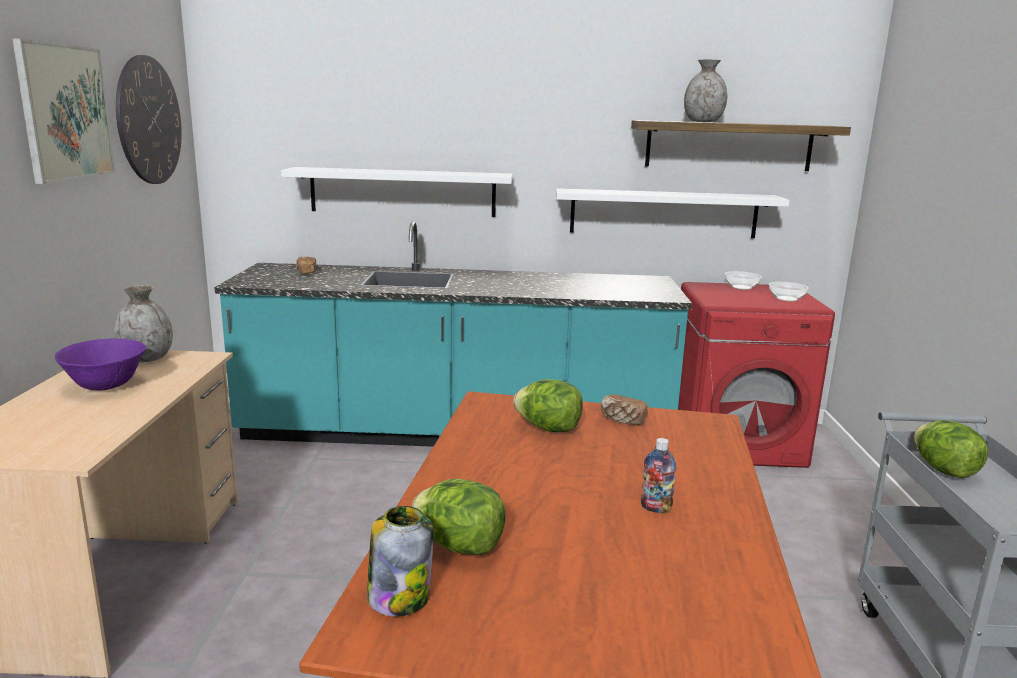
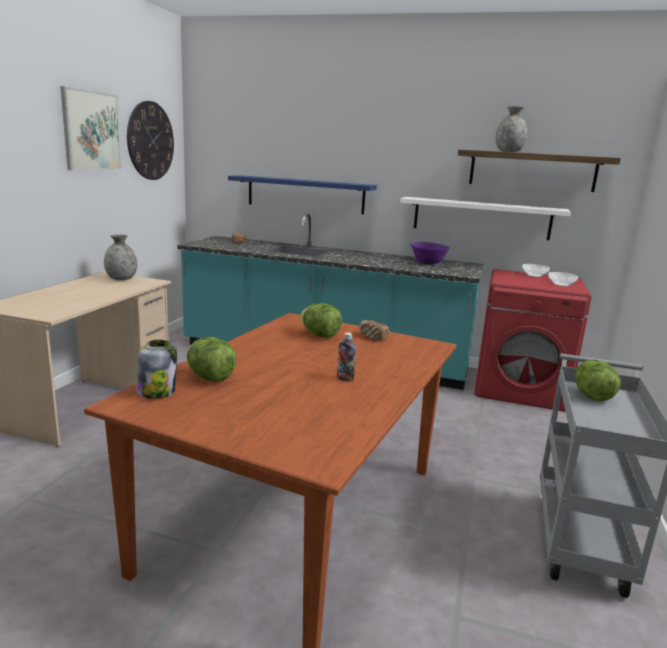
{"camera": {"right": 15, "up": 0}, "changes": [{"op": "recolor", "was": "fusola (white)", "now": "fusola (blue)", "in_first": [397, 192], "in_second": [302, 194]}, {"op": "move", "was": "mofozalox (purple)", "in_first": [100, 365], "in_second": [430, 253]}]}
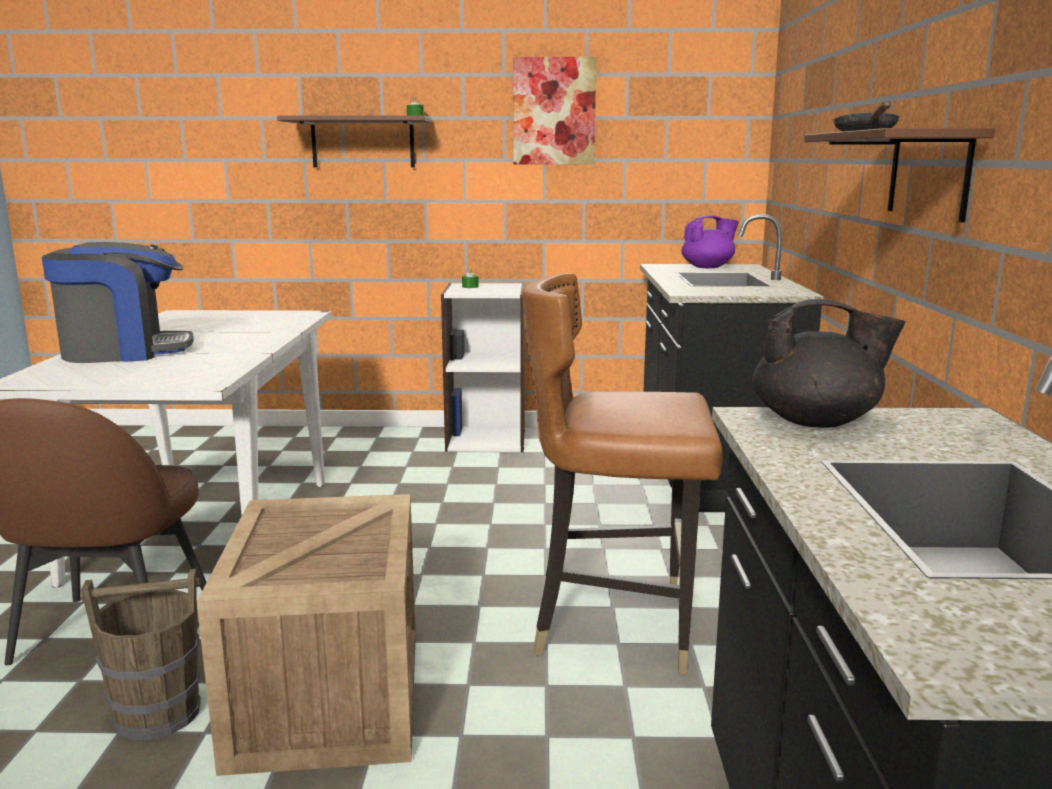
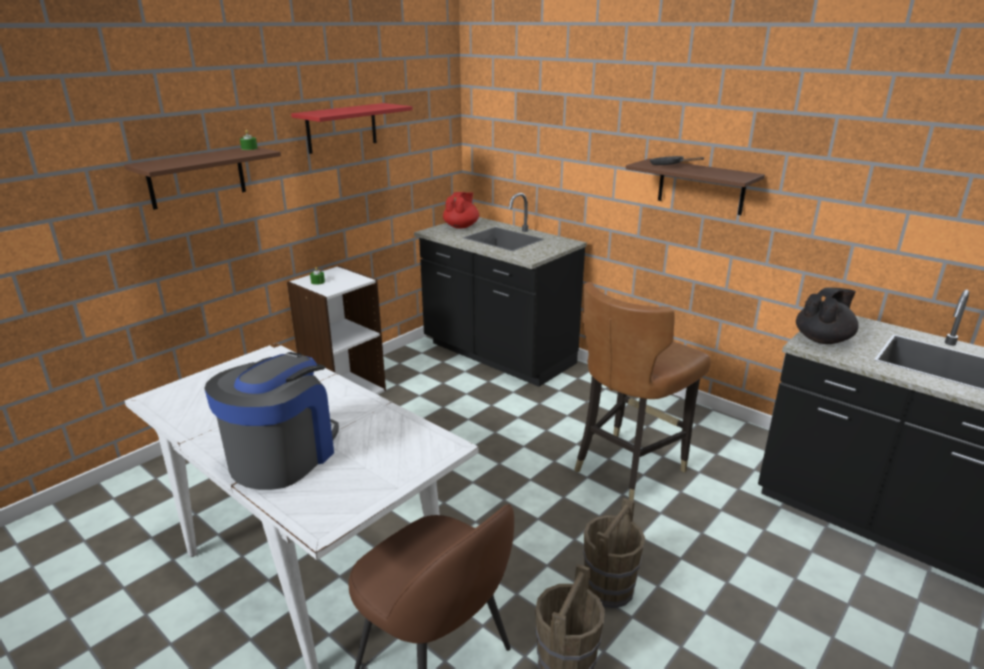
{"camera": {"right": -50, "up": 10}, "changes": [{"op": "replace", "was": "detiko", "now": "fusola (red)", "in_first": [554, 110], "in_second": [351, 128]}, {"op": "recolor", "was": "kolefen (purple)", "now": "kolefen (red)", "in_first": [710, 241], "in_second": [461, 210]}, {"op": "replace", "was": "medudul", "now": "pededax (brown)", "in_first": [306, 635], "in_second": [614, 553]}]}
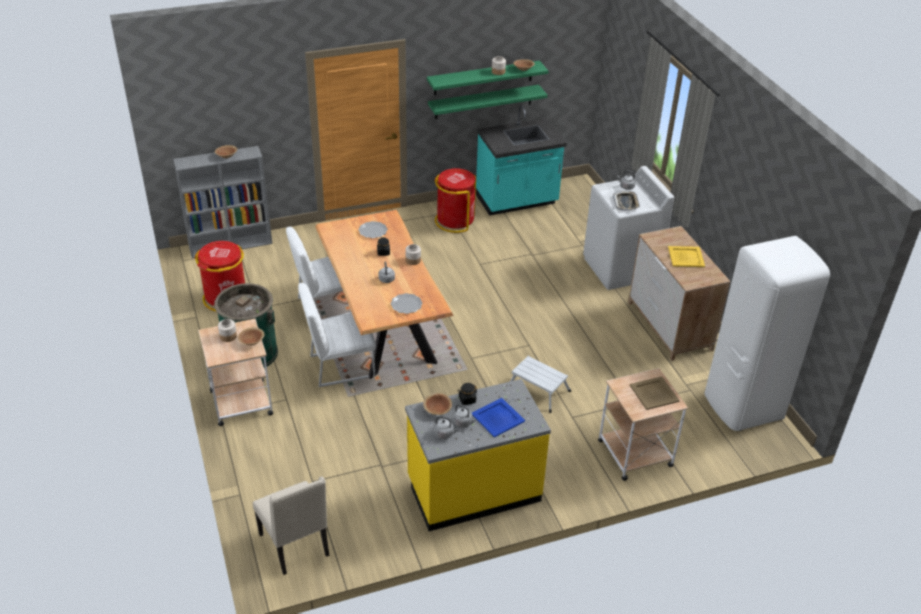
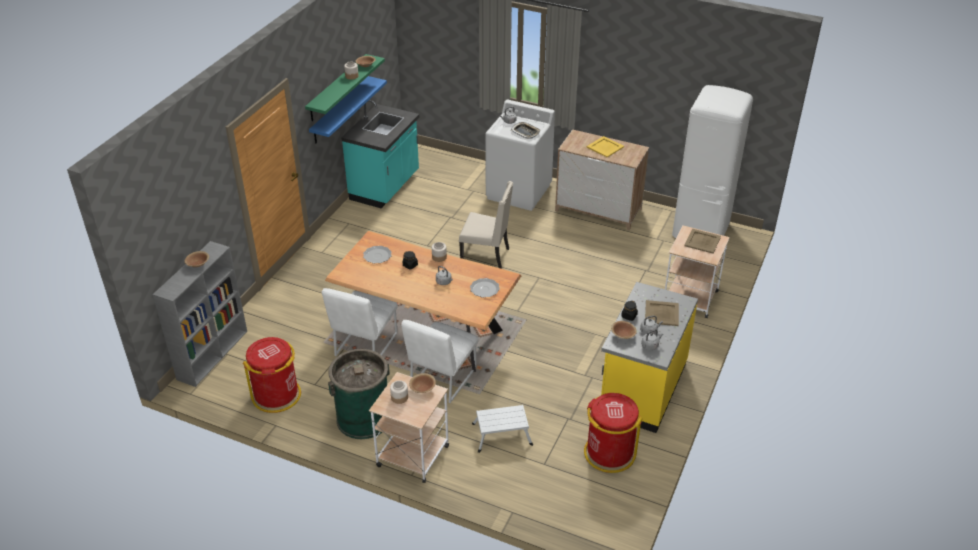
{"camera": {"right": -45, "up": 0}, "changes": [{"op": "recolor", "was": "fusola (green)", "now": "fusola (blue)", "in_first": [488, 102], "in_second": [348, 110]}, {"op": "move", "was": "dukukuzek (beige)", "in_first": [291, 526], "in_second": [486, 225]}, {"op": "move", "was": "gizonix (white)", "in_first": [541, 384], "in_second": [502, 429]}, {"op": "move", "was": "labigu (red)", "in_first": [455, 200], "in_second": [613, 433]}, {"op": "recolor", "was": "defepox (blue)", "now": "defepox (beige)", "in_first": [498, 418], "in_second": [662, 313]}]}
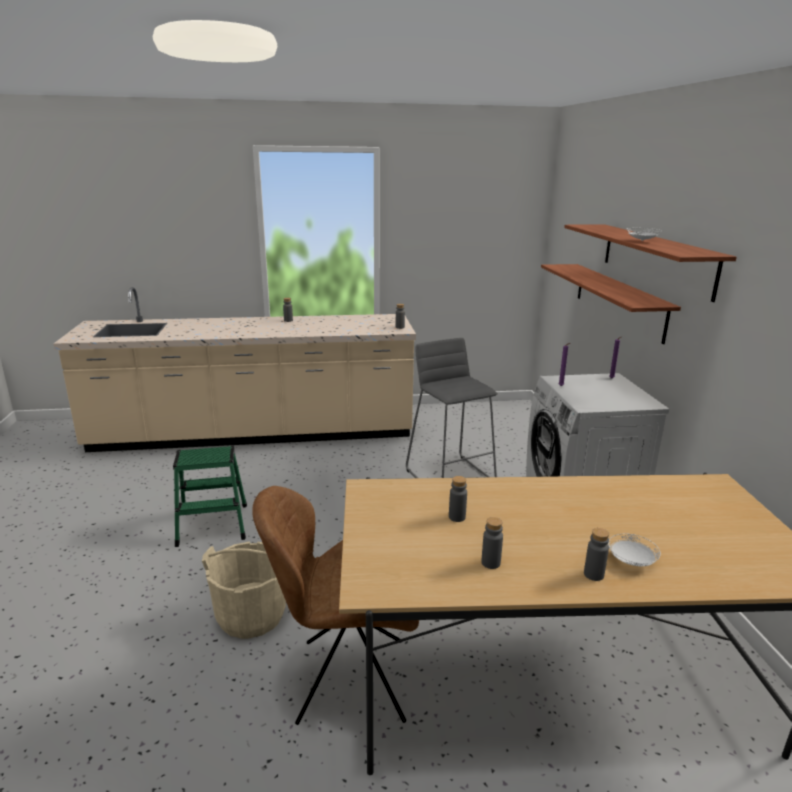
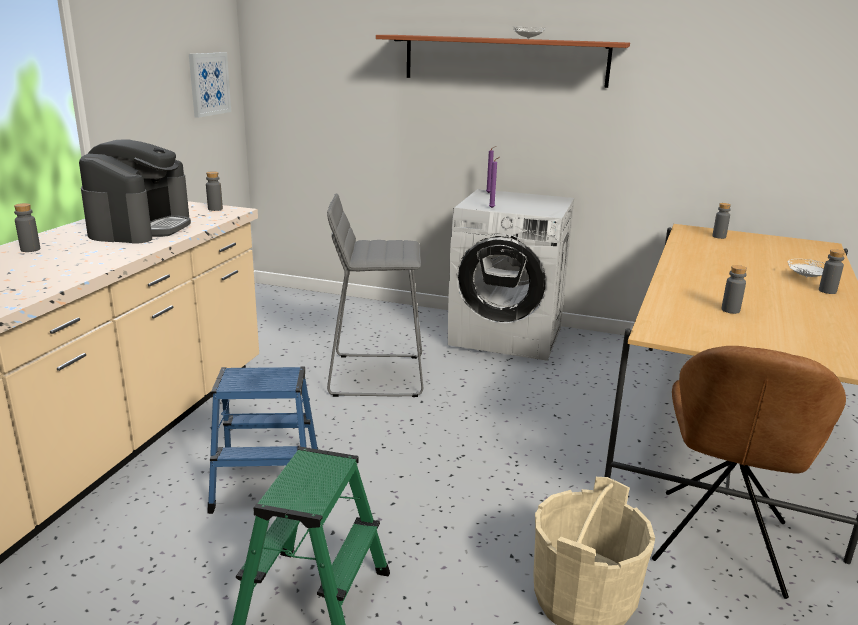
{"camera": {"right": -65, "up": 0}, "changes": [{"op": "insert", "now": "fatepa", "in_second": [135, 191]}, {"op": "insert", "now": "detiko", "in_second": [210, 85]}, {"op": "insert", "now": "gizonix (blue)", "in_second": [262, 440]}, {"op": "move", "was": "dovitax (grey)", "in_first": [492, 543], "in_second": [721, 221]}, {"op": "delete", "was": "fusola", "in_first": [611, 304]}]}
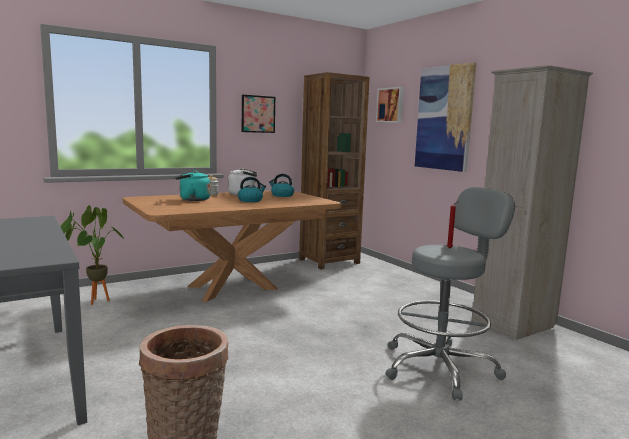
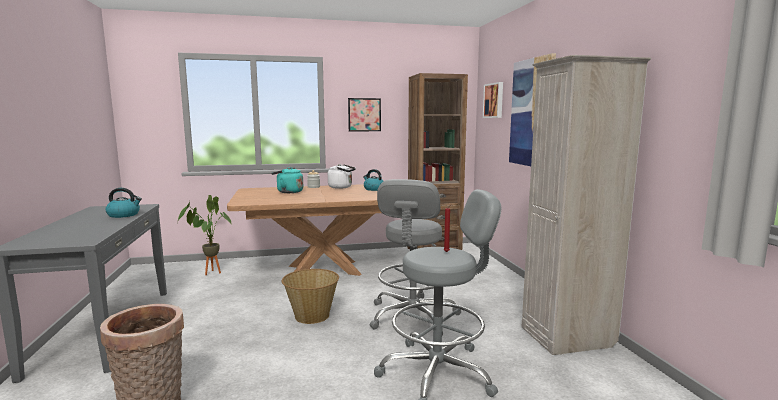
{"camera": {"right": 20, "up": 0}, "changes": [{"op": "move", "was": "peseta", "in_first": [252, 189], "in_second": [123, 203]}, {"op": "insert", "now": "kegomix", "in_second": [310, 296]}, {"op": "insert", "now": "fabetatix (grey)", "in_second": [415, 257]}]}
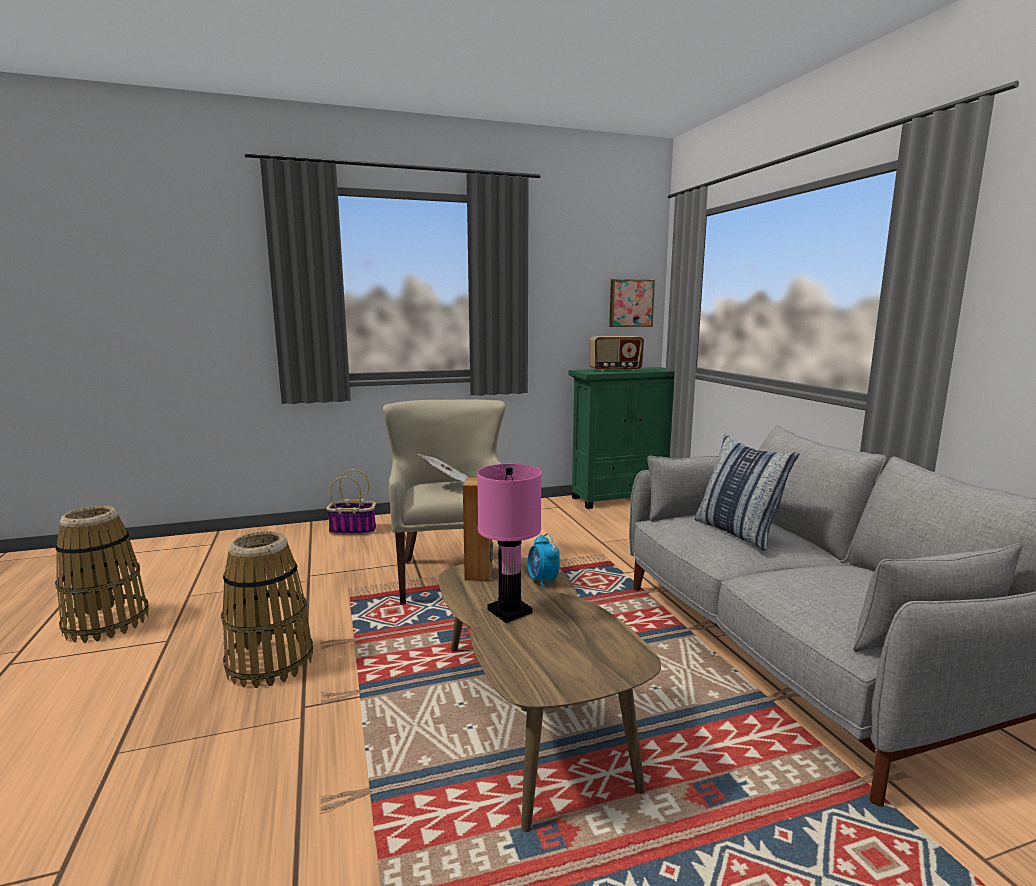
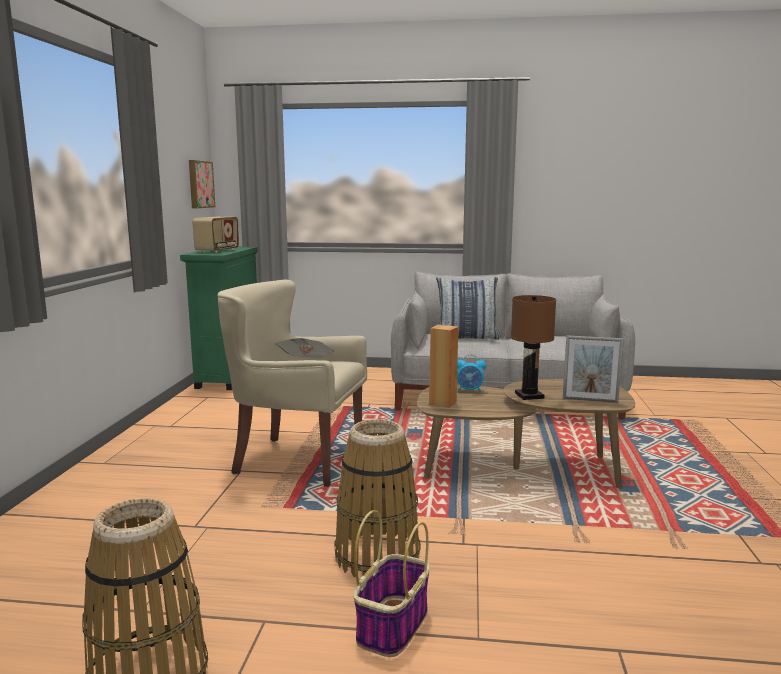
{"camera": {"right": -65, "up": 0}, "changes": [{"op": "move", "was": "kegomix", "in_first": [351, 502], "in_second": [391, 583]}, {"op": "recolor", "was": "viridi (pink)", "now": "viridi (brown)", "in_first": [509, 543], "in_second": [533, 347]}, {"op": "insert", "now": "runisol", "in_second": [593, 369]}]}
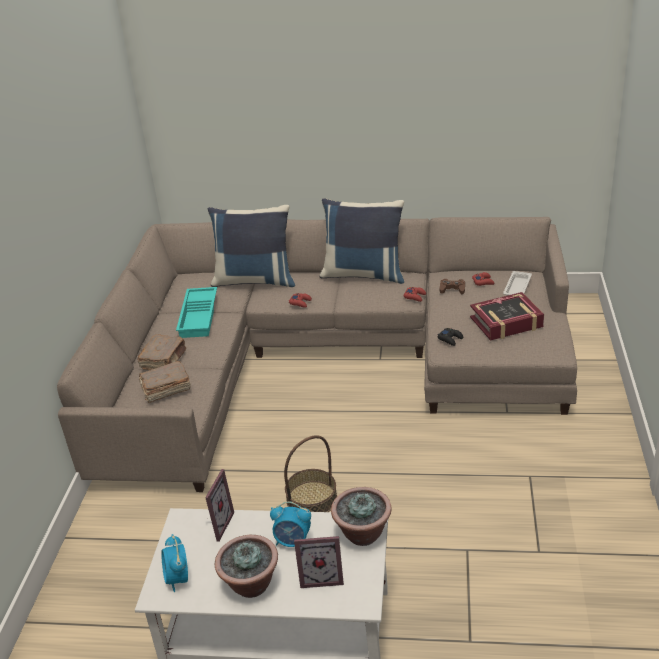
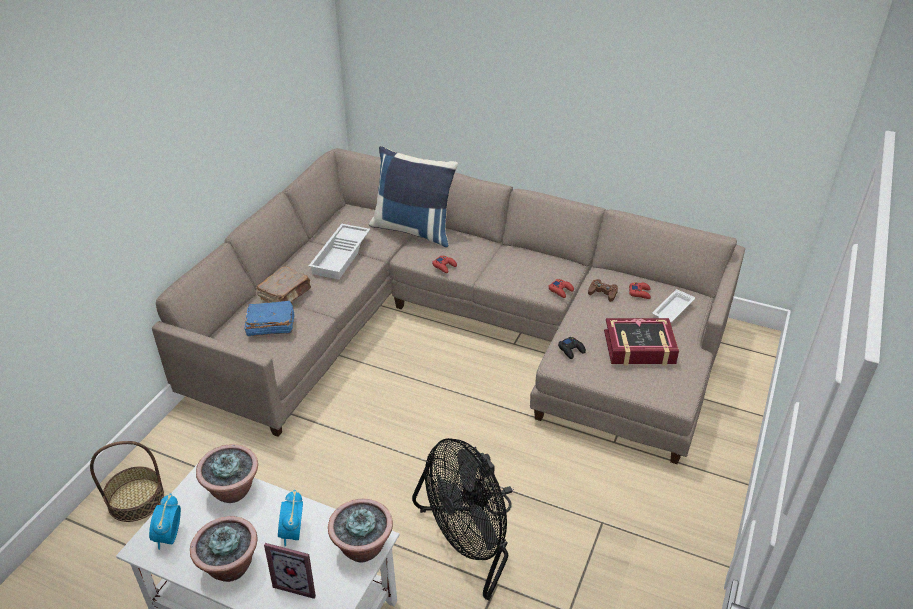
{"camera": {"right": 15, "up": 5}, "changes": [{"op": "move", "was": "kegomix", "in_first": [310, 473], "in_second": [127, 481]}, {"op": "replace", "was": "runisol", "now": "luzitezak", "in_first": [219, 505], "in_second": [227, 473]}, {"op": "recolor", "was": "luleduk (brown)", "now": "luleduk (blue)", "in_first": [164, 382], "in_second": [269, 318]}, {"op": "rotate", "was": "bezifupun", "in_first": [290, 524], "in_second": [290, 518], "clockwise": 60}, {"op": "recolor", "was": "defepox (turquoise)", "now": "defepox (white)", "in_first": [196, 312], "in_second": [339, 252]}, {"op": "insert", "now": "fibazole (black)", "in_second": [462, 519]}, {"op": "delete", "was": "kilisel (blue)", "in_first": [361, 241]}]}
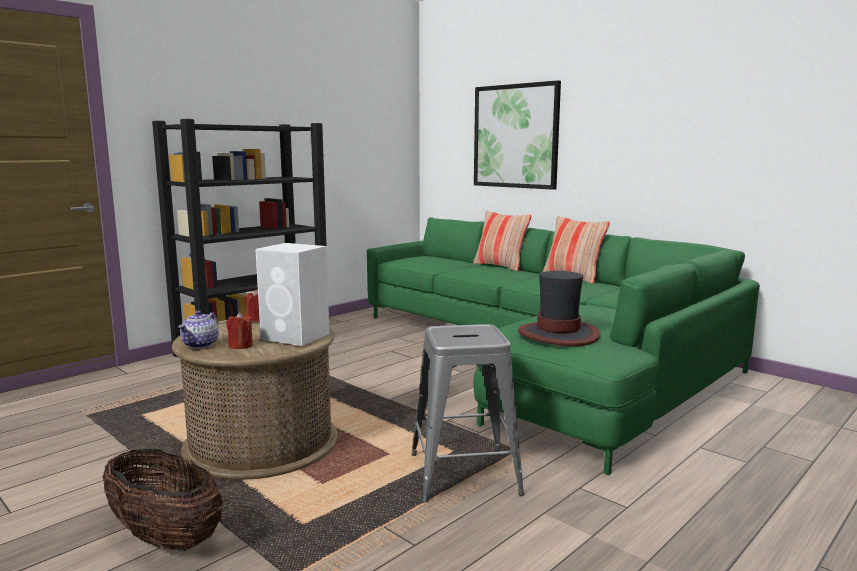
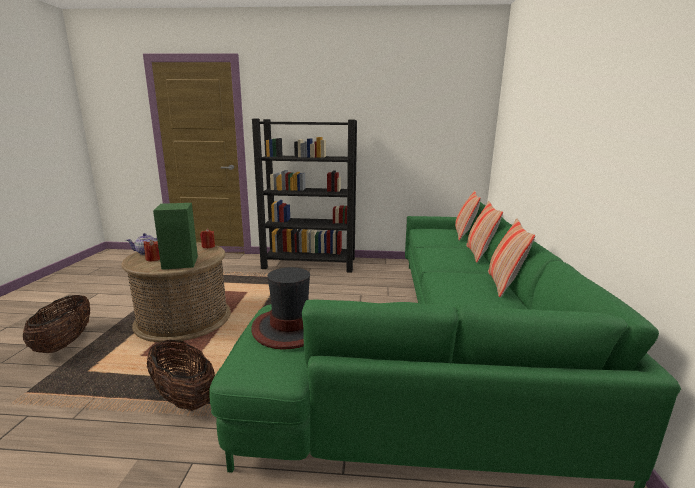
{"camera": {"right": 50, "up": 5}, "changes": [{"op": "replace", "was": "fabetatix (grey)", "now": "kegomix", "in_first": [467, 413], "in_second": [181, 375]}, {"op": "recolor", "was": "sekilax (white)", "now": "sekilax (green)", "in_first": [292, 294], "in_second": [175, 236]}, {"op": "insert", "now": "kilisel", "in_second": [468, 215]}, {"op": "delete", "was": "detiko", "in_first": [517, 135]}]}
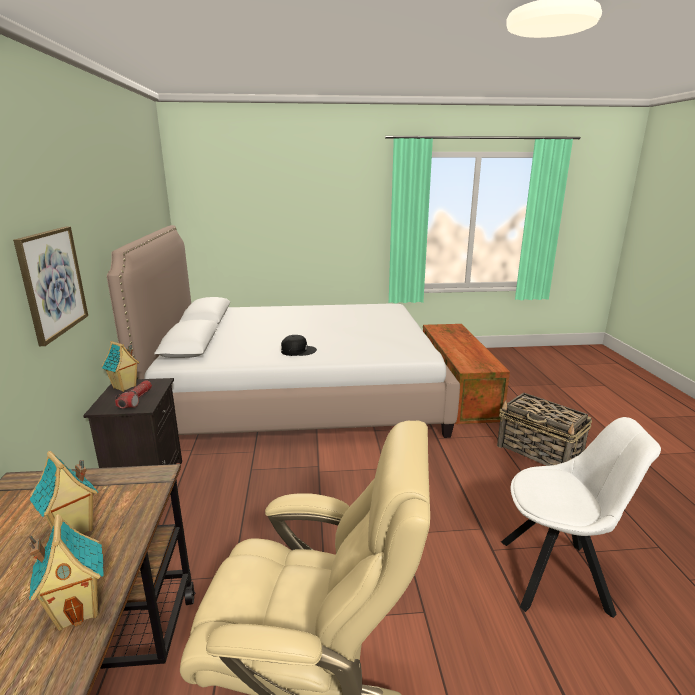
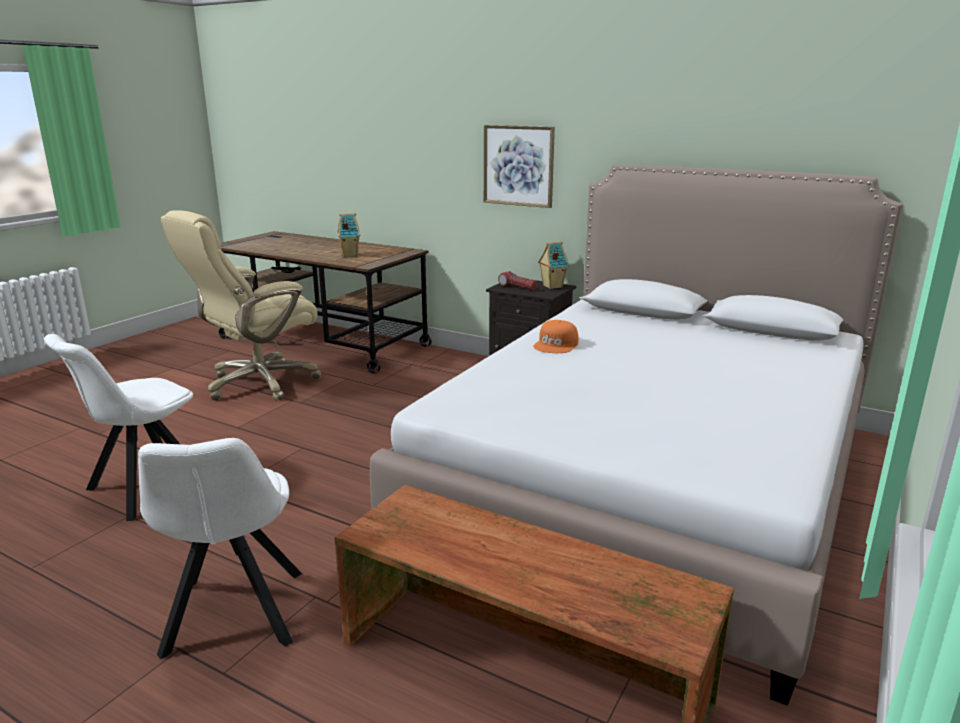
{"camera": {"right": 125, "up": 0}, "changes": [{"op": "replace", "was": "kegomix", "now": "dukukuzek (white)", "in_first": [544, 429], "in_second": [220, 548]}, {"op": "recolor", "was": "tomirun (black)", "now": "tomirun (orange)", "in_first": [299, 345], "in_second": [556, 336]}, {"op": "delete", "was": "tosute", "in_first": [66, 572]}]}
